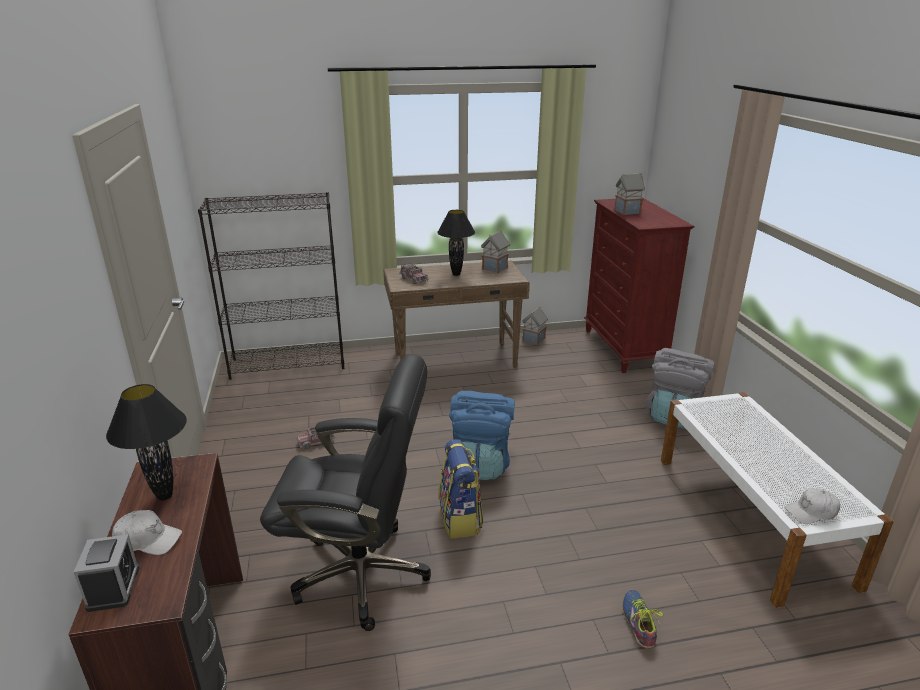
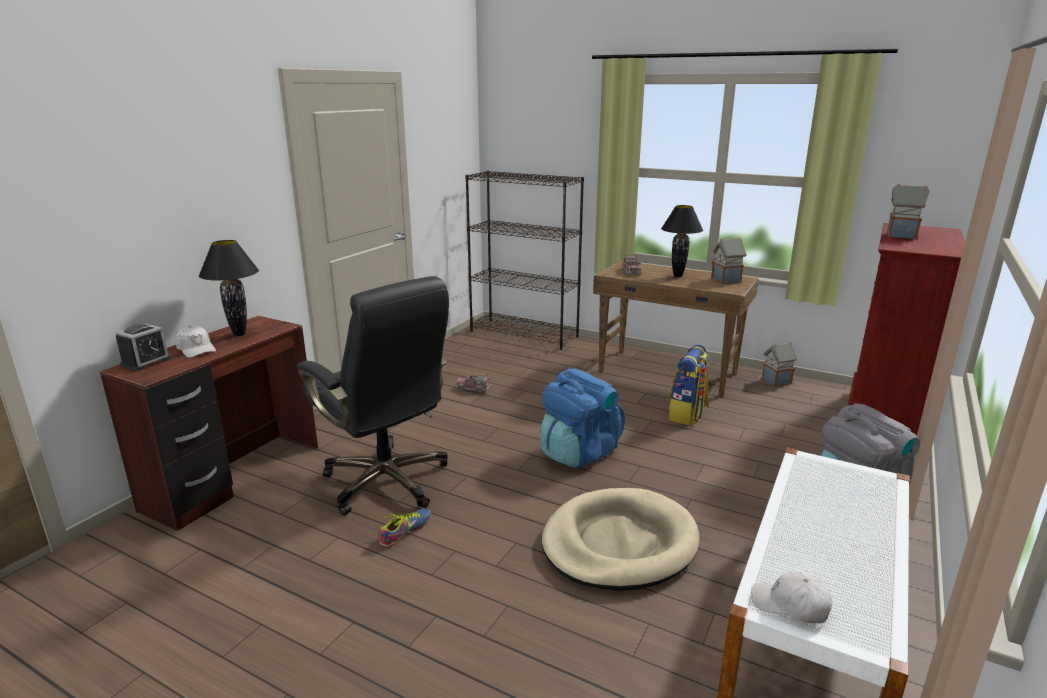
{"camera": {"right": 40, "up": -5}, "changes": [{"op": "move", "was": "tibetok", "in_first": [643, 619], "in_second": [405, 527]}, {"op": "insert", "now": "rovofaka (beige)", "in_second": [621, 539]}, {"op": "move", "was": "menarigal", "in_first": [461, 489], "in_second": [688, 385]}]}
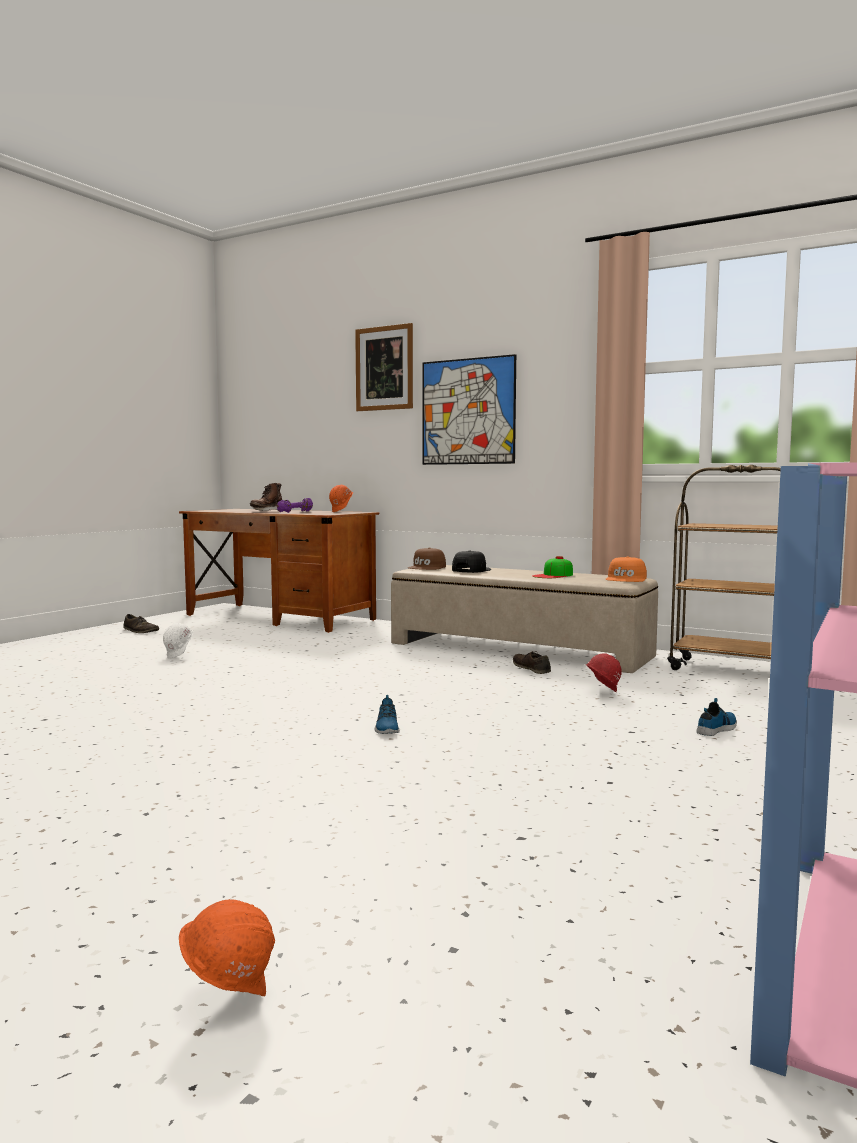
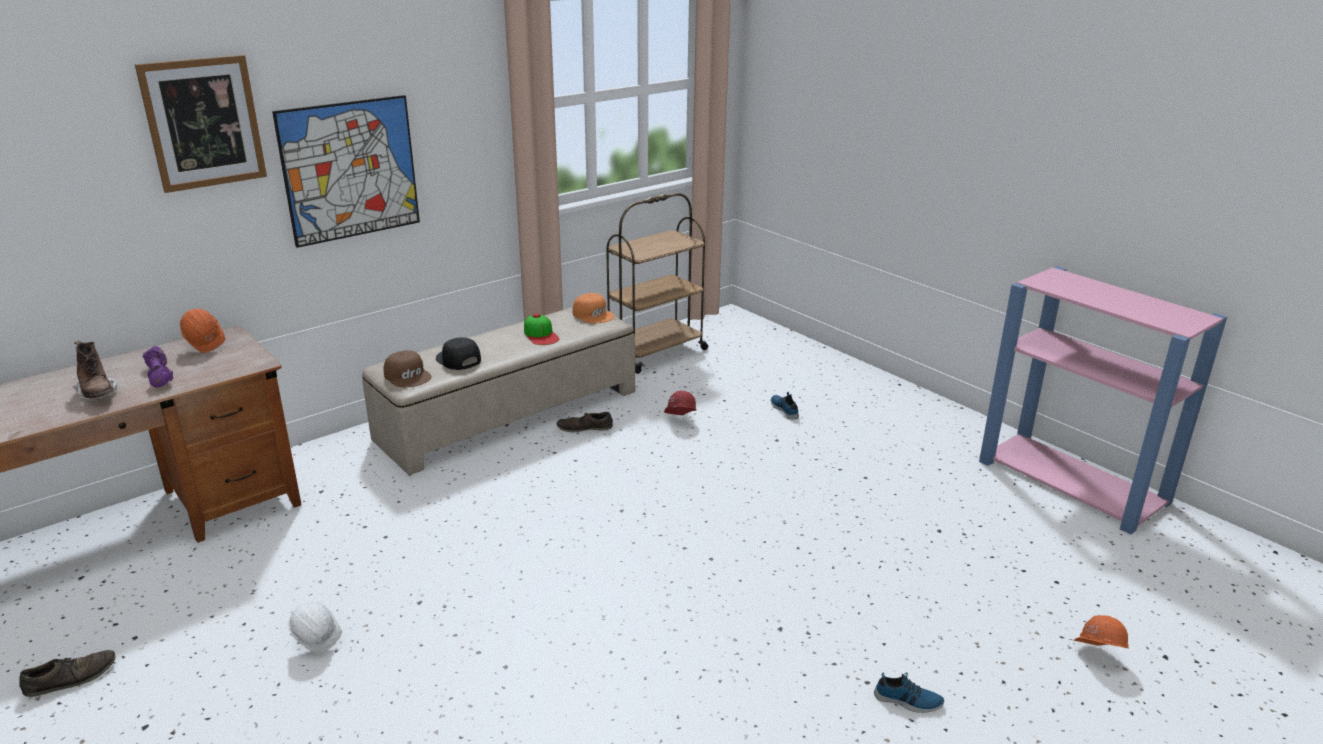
{"camera": {"right": -70, "up": 20}, "changes": [{"op": "move", "was": "tibetok", "in_first": [387, 714], "in_second": [909, 692]}]}
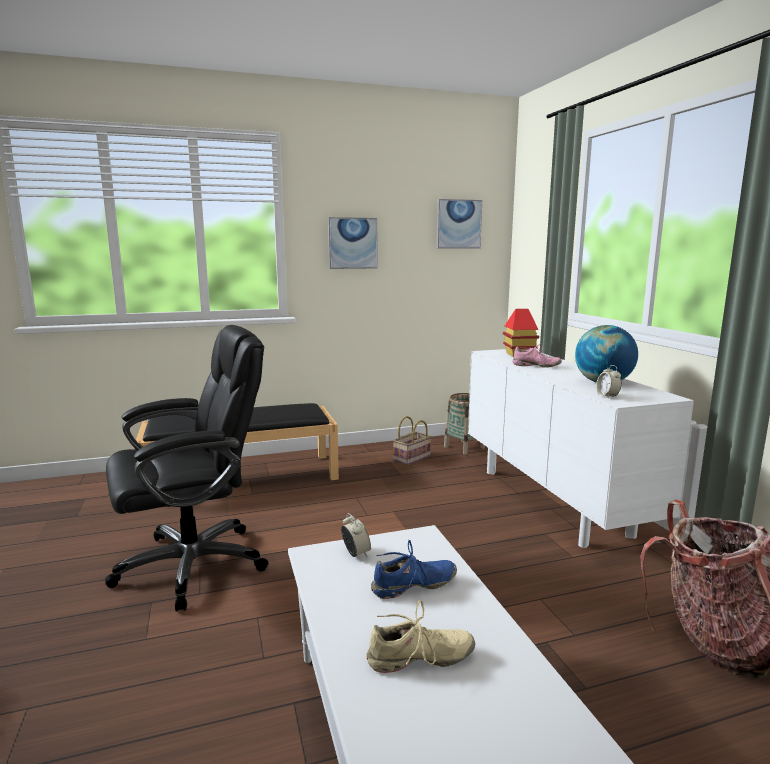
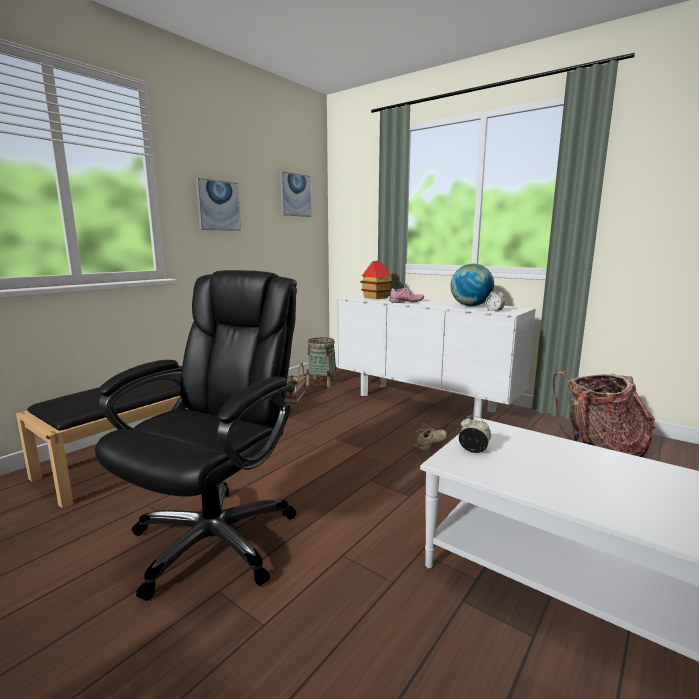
{"camera": {"right": -35, "up": 0}, "changes": [{"op": "move", "was": "tibetok (beige)", "in_first": [420, 636], "in_second": [431, 437]}, {"op": "delete", "was": "tibetok (blue)", "in_first": [414, 569]}]}
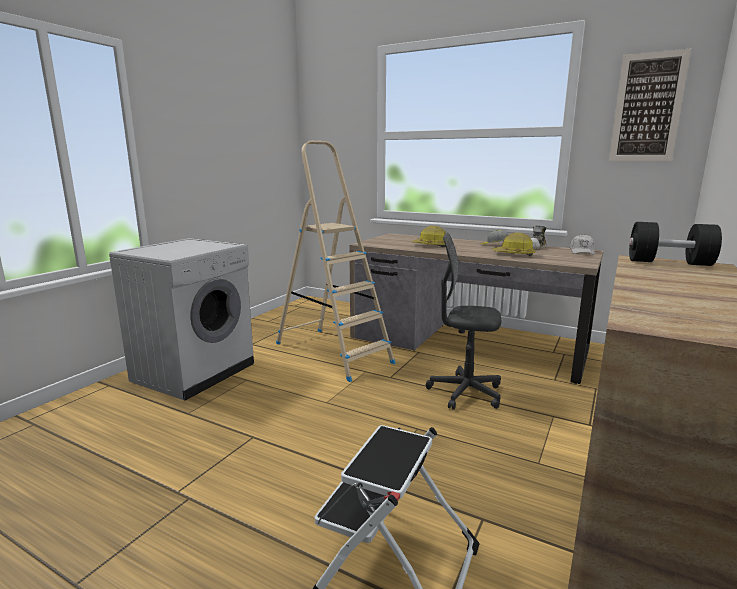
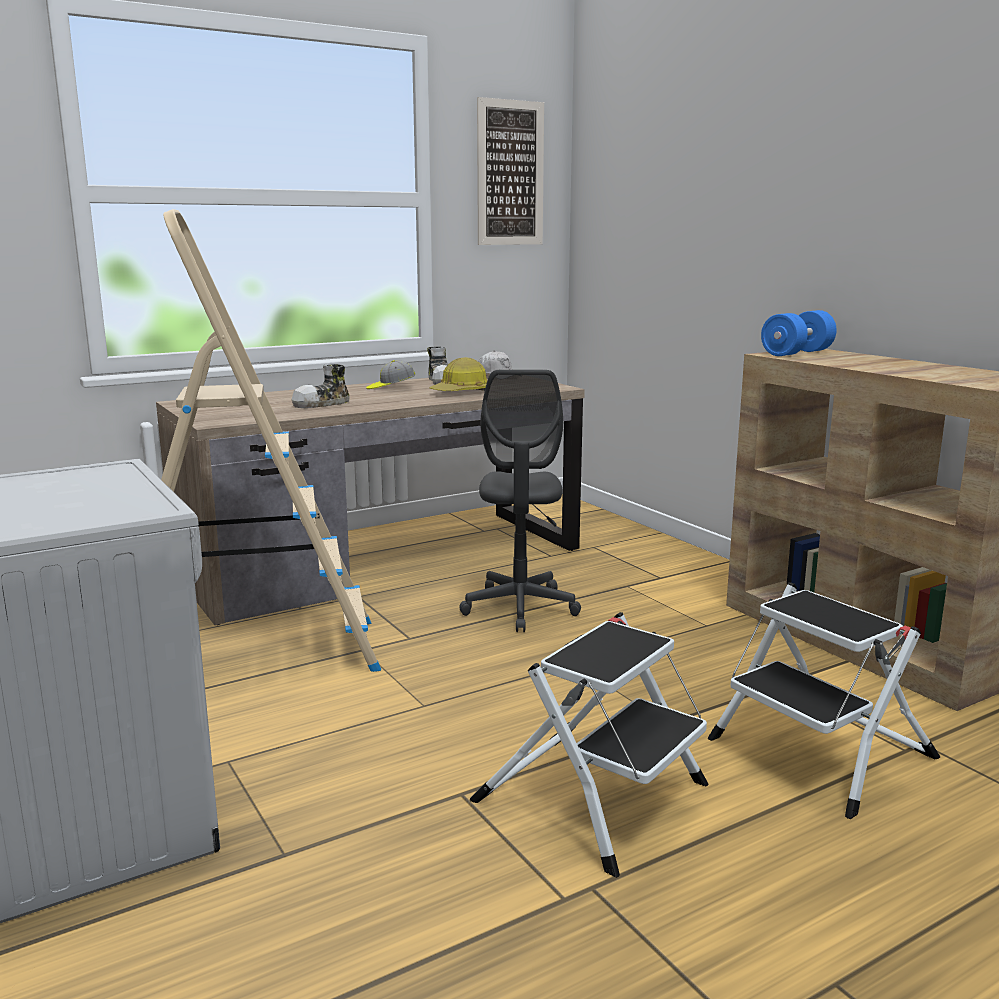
{"camera": {"right": -60, "up": 0}, "changes": [{"op": "replace", "was": "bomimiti", "now": "tibetok", "in_first": [429, 236], "in_second": [321, 386]}, {"op": "rotate", "was": "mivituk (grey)", "in_first": [463, 321], "in_second": [520, 501], "clockwise": -45}, {"op": "insert", "now": "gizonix", "in_second": [589, 745]}, {"op": "recolor", "was": "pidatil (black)", "now": "pidatil (blue)", "in_first": [675, 244], "in_second": [799, 333]}]}
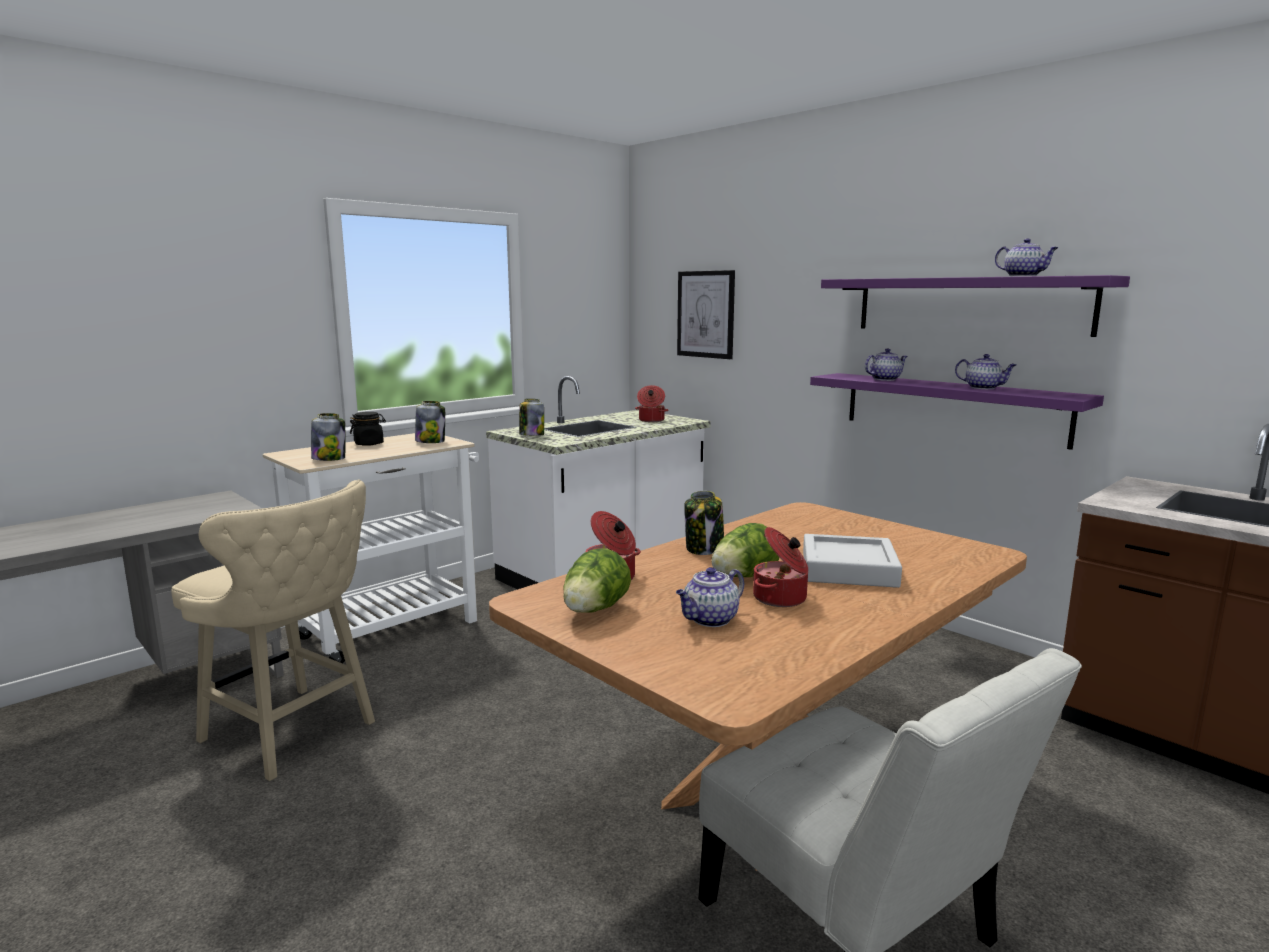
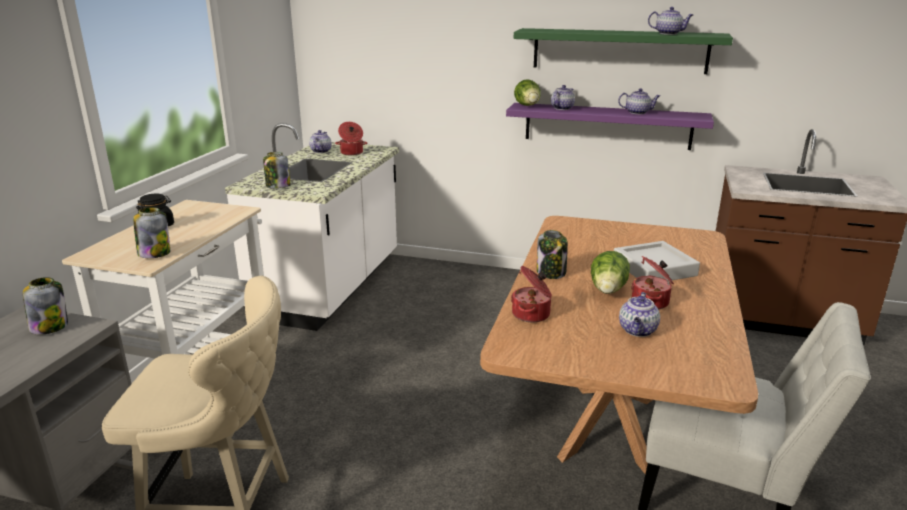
{"camera": {"right": -30, "up": 10}, "changes": [{"op": "move", "was": "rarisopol", "in_first": [430, 422], "in_second": [45, 306]}, {"op": "insert", "now": "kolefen", "in_second": [320, 141]}, {"op": "recolor", "was": "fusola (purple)", "now": "fusola (green)", "in_first": [975, 306], "in_second": [623, 51]}, {"op": "move", "was": "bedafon", "in_first": [597, 580], "in_second": [527, 92]}, {"op": "delete", "was": "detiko", "in_first": [706, 314]}]}
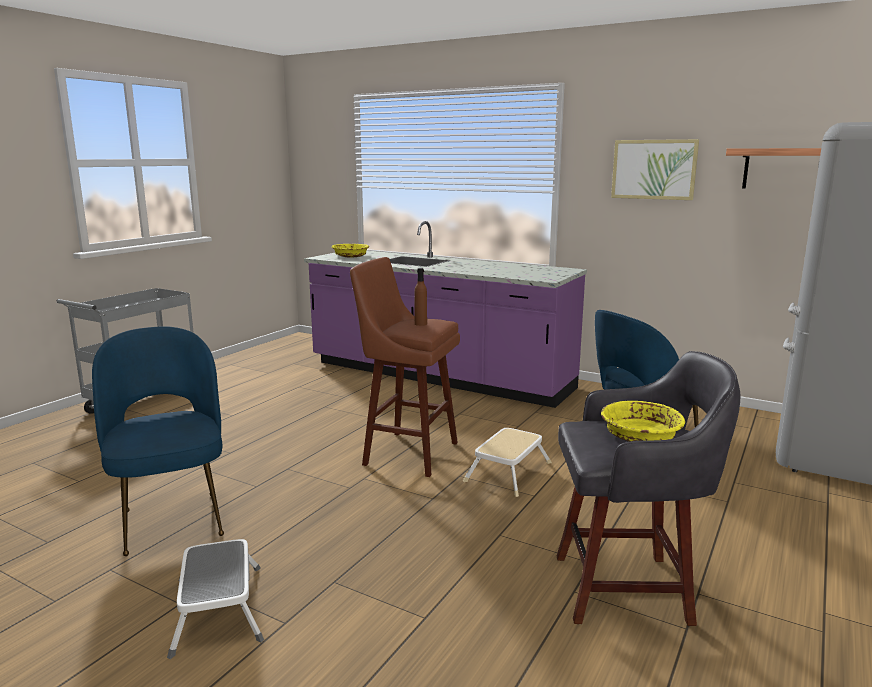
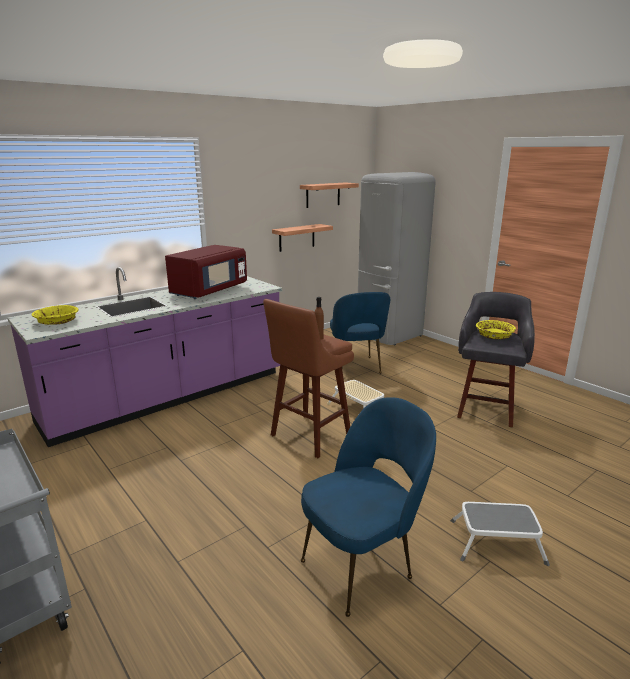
{"camera": {"right": -70, "up": 5}, "changes": [{"op": "insert", "now": "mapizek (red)", "in_second": [206, 272]}, {"op": "insert", "now": "fusola", "in_second": [302, 238]}, {"op": "rotate", "was": "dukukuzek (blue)", "in_first": [158, 441], "in_second": [368, 507], "clockwise": 150}, {"op": "delete", "was": "detiko", "in_first": [655, 169]}]}
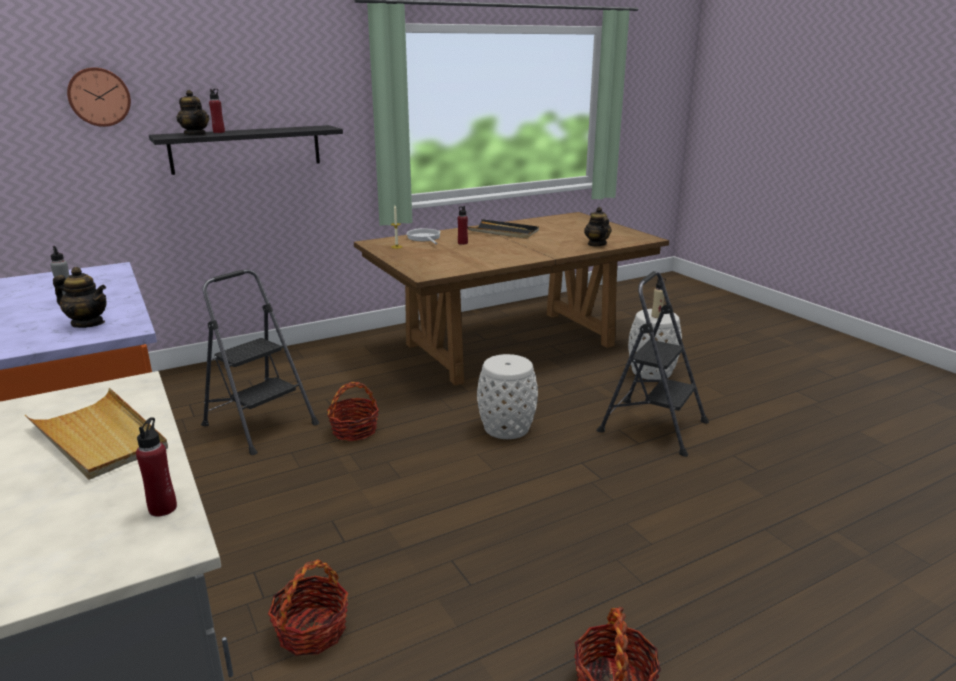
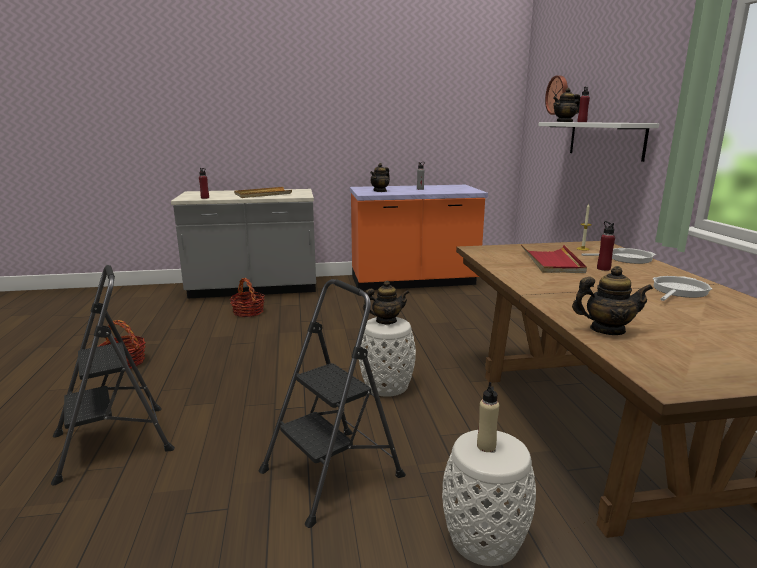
{"camera": {"right": 110, "up": -5}, "changes": [{"op": "move", "was": "gizonix (black)", "in_first": [260, 362], "in_second": [113, 375]}, {"op": "insert", "now": "kolefen", "in_second": [386, 302]}, {"op": "insert", "now": "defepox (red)", "in_second": [554, 259]}, {"op": "recolor", "was": "fusola (black)", "now": "fusola (white)", "in_first": [246, 150], "in_second": [598, 142]}, {"op": "replace", "was": "defepox (black)", "now": "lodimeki", "in_first": [503, 229], "in_second": [682, 288]}, {"op": "delete", "was": "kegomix", "in_first": [353, 411]}]}
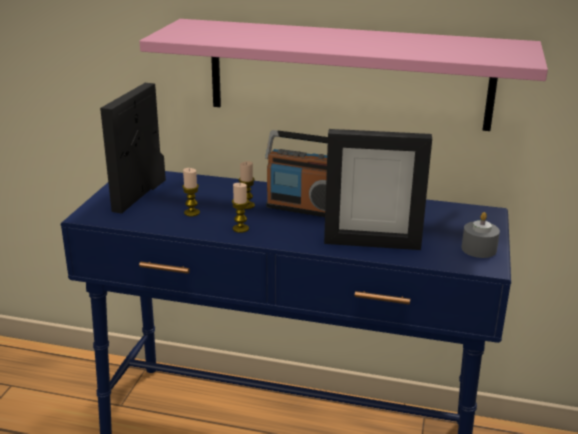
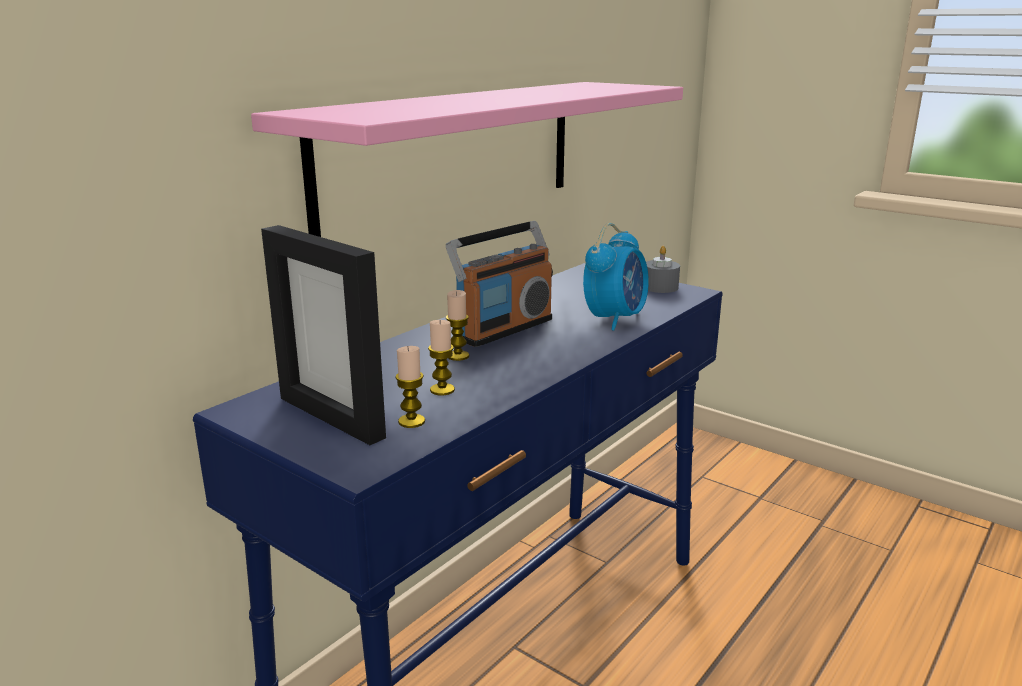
{"camera": {"right": -65, "up": -5}, "changes": [{"op": "move", "was": "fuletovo", "in_first": [240, 208], "in_second": [410, 387]}, {"op": "replace", "was": "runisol", "now": "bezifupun", "in_first": [378, 189], "in_second": [616, 277]}]}
